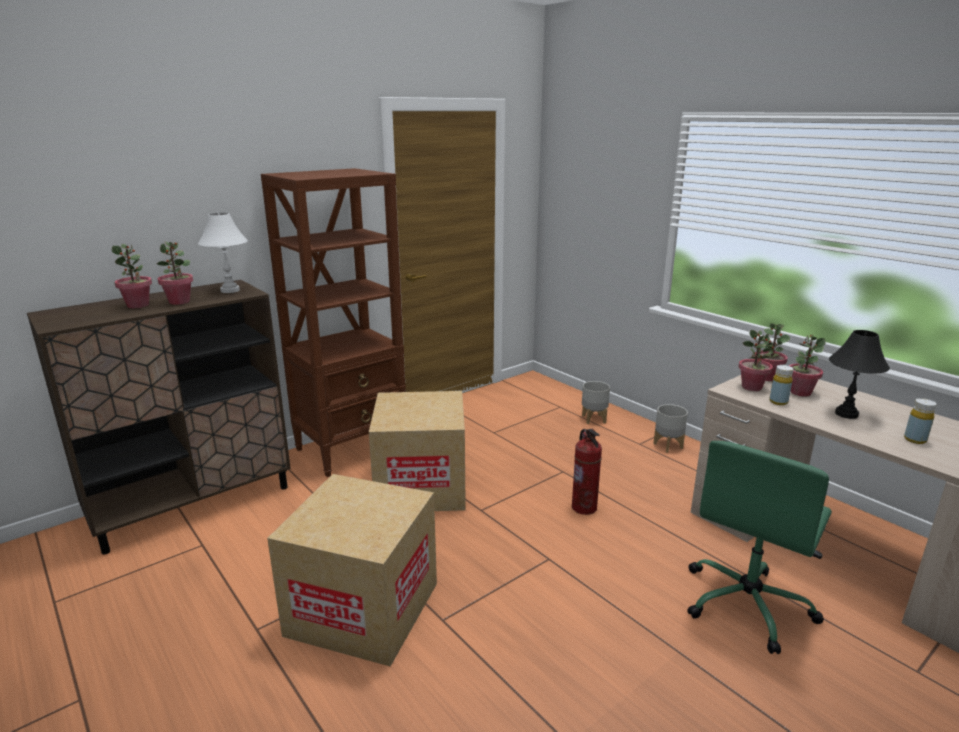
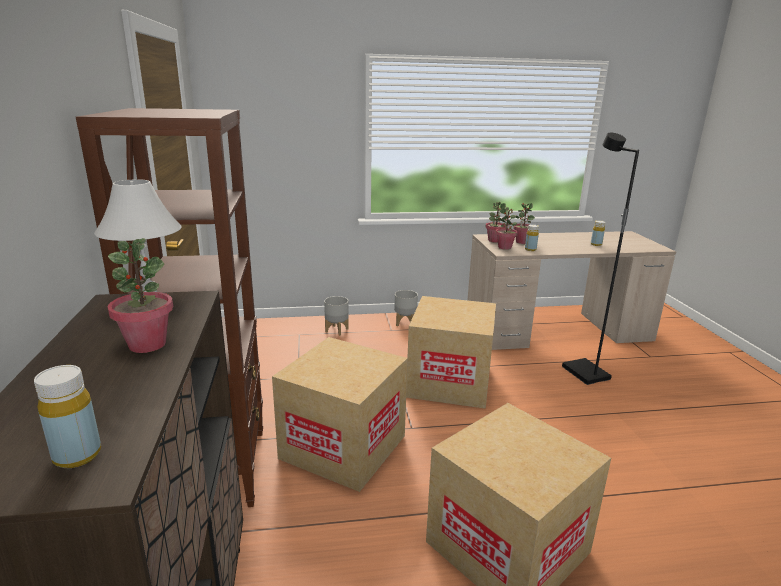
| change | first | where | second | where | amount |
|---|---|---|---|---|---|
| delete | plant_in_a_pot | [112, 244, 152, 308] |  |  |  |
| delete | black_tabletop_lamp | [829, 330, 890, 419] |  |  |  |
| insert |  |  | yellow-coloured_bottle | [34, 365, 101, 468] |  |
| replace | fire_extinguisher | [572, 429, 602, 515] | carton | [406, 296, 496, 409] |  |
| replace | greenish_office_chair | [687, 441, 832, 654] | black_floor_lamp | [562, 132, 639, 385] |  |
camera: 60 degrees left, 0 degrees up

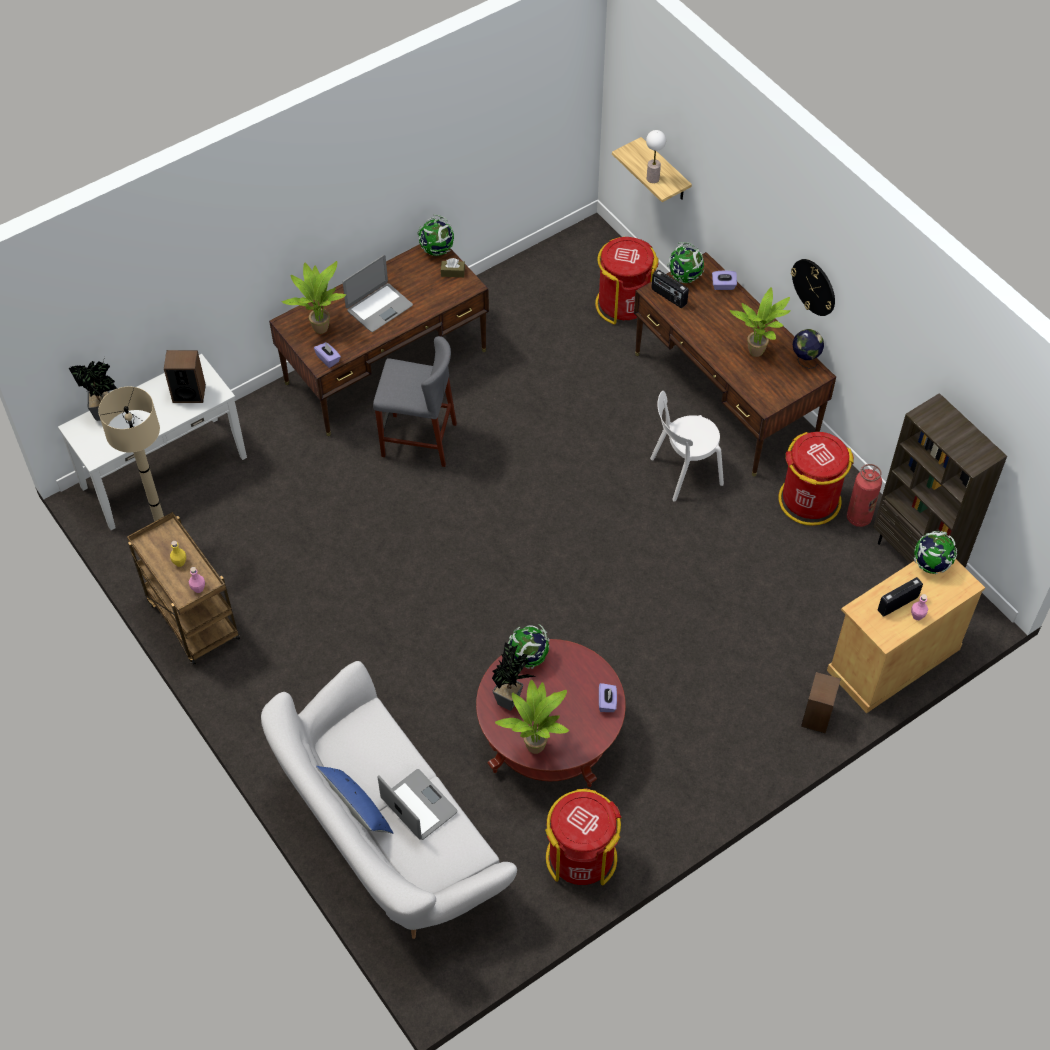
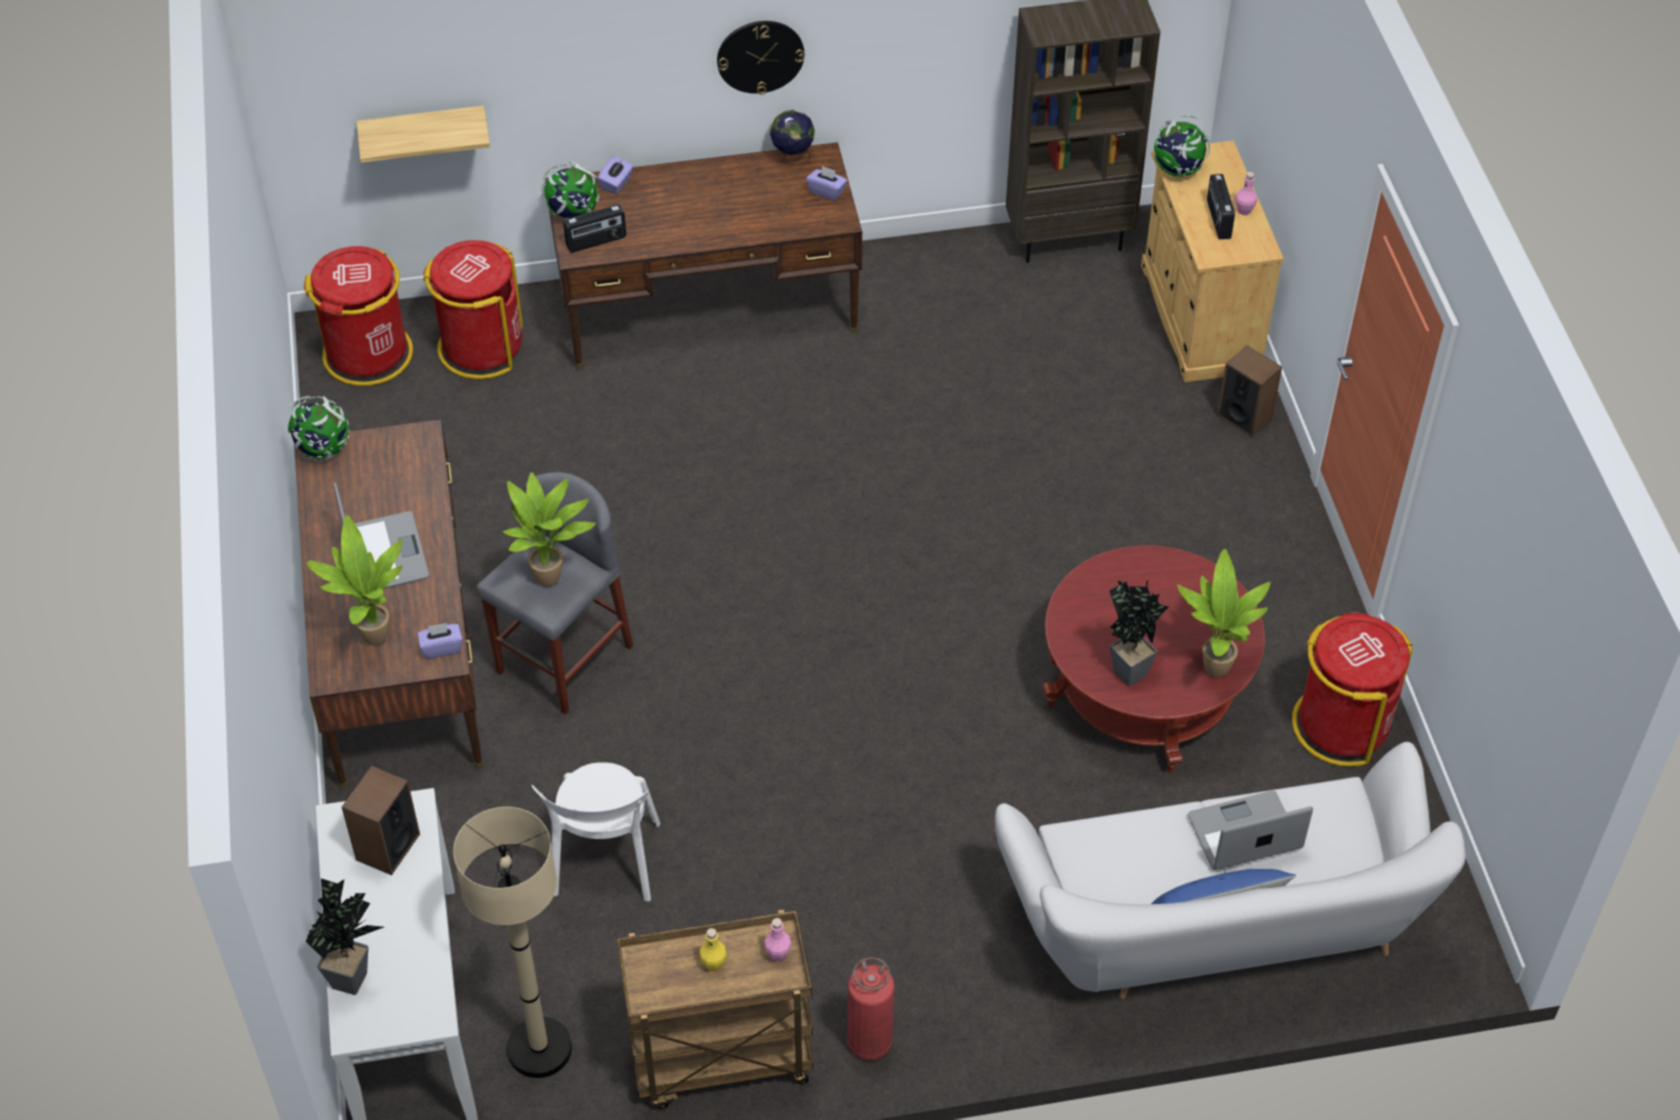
| change | first | where | second | where | amount |
|---|---|---|---|---|---|
| delete | brown-coloured_tissue_holder | [441, 258, 465, 277] |  |  |  |
| delete | globe | [508, 624, 550, 669] |  |  |  |
| delete | tabletop_lamp | [646, 130, 666, 183] |  |  |  |
| move | purple_tissue_holder | [599, 683, 617, 712] |  | [806, 166, 847, 201] |  |
| move | white-coloured_plain_chair | [650, 391, 724, 502] |  | [532, 762, 660, 902] |  |
| move | plant_in_a_pot | [730, 287, 791, 357] |  | [503, 472, 596, 587] |  |
| move | red_waste_bin | [778, 432, 854, 526] |  | [304, 246, 413, 386] |  |
| move | fire_extinguisher | [847, 464, 882, 527] |  | [847, 957, 894, 1060] |  |
camera: 65 degrees left, 5 degrees down

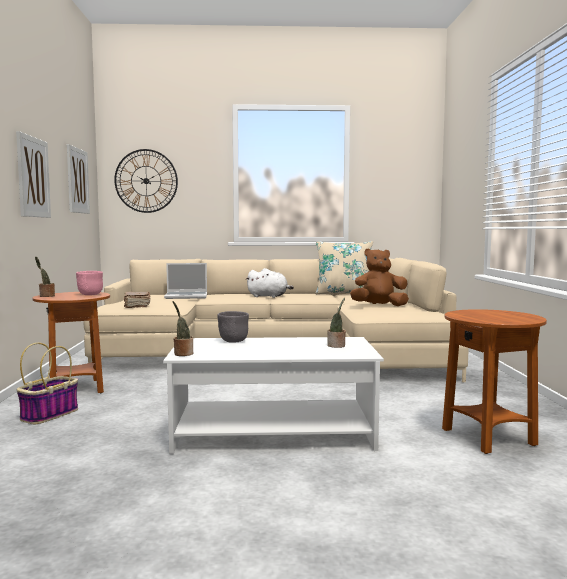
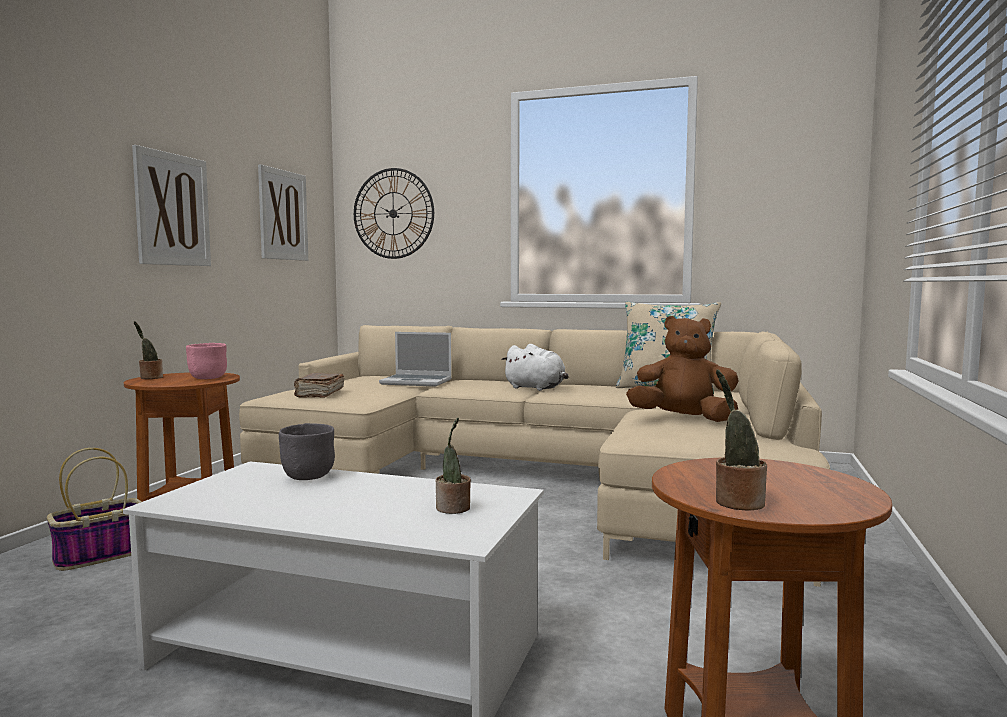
| change | first | where | second | where | amount |
|---|---|---|---|---|---|
| move | plant_in_a_pot | [173, 301, 193, 356] |  | [716, 370, 767, 510] |  |
camera: 20 degrees right, 0 degrees up

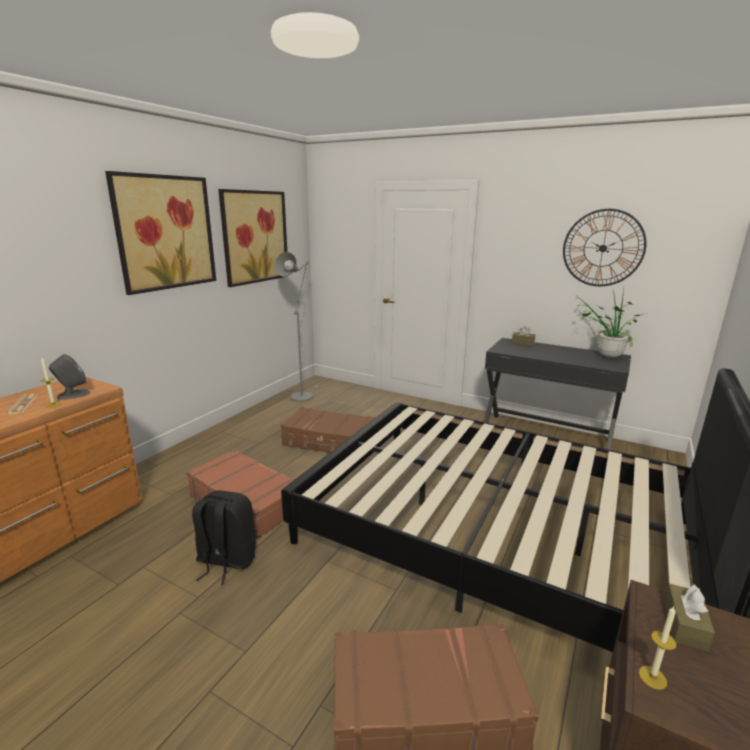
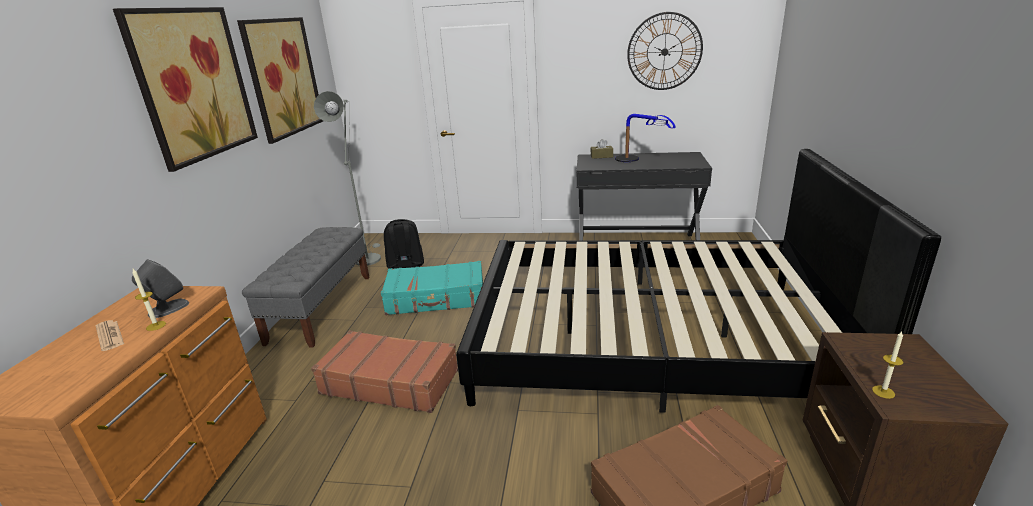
| change | first | where | second | where | amount |
|---|---|---|---|---|---|
| delete | plant_in_a_pot | [574, 290, 643, 358] |  |  |  |
| delete | brown-coloured_tissue_holder | [664, 584, 715, 652] |  |  |  |
| insert |  |  | grey_bench | [242, 227, 370, 348] |  |
| insert |  |  | tabletop_lamp | [615, 114, 675, 162] |  |
| move | black_backpack | [192, 490, 256, 585] |  | [384, 219, 424, 269] |  |
| recolor | brown-coloured_piece_of_luggage | [281, 407, 376, 453] | turquoise-coloured_piece_of_luggage | [381, 261, 483, 315] |  |
camera: 20 degrees left, 5 degrees up

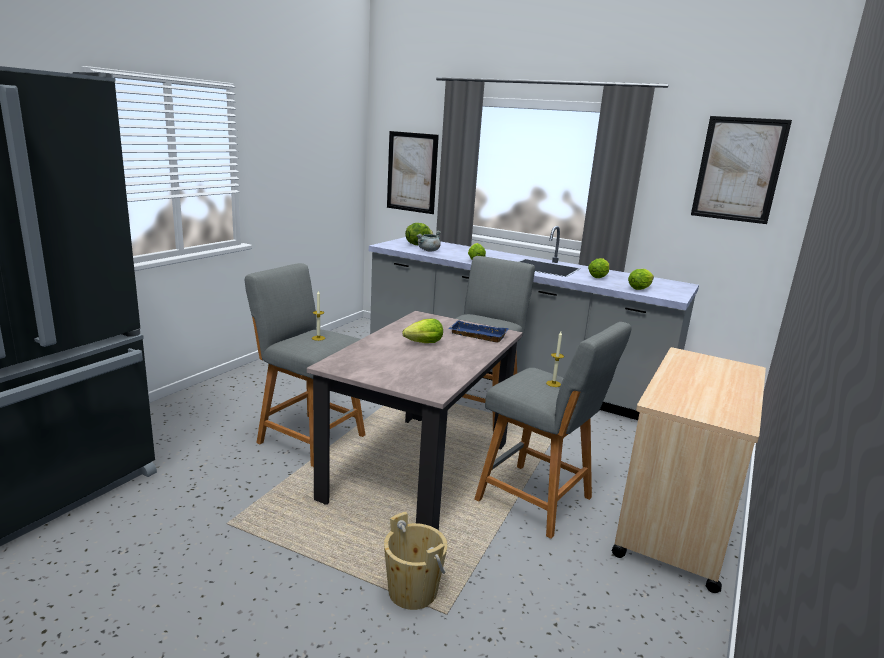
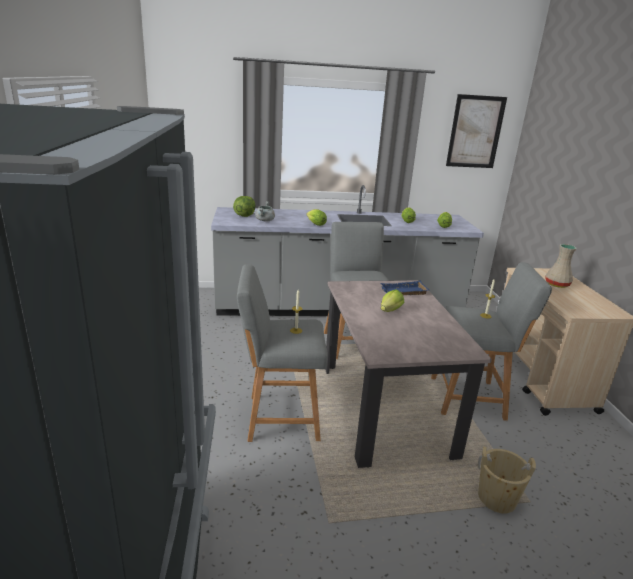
| change | first | where | second | where | amount |
|---|---|---|---|---|---|
| delete | picture | [387, 131, 439, 214] |  |  |  |
| insert |  |  | beige-coloured_decorative_vase | [545, 244, 576, 288] |  |
camera: 35 degrees left, 5 degrees up

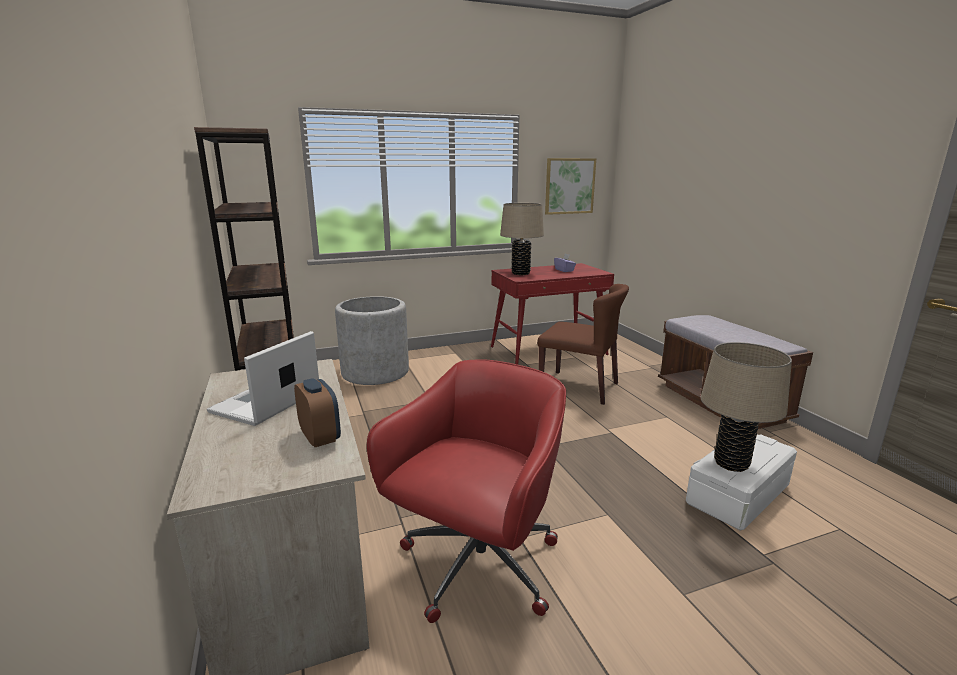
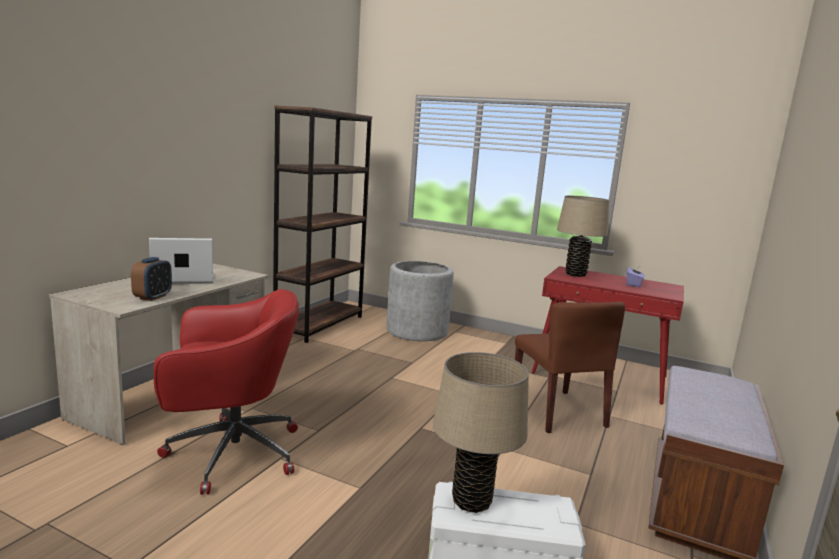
| change | first | where | second | where | amount |
|---|---|---|---|---|---|
| delete | picture | [545, 158, 596, 215] |  |  |  |
camera: 45 degrees right, 5 degrees down

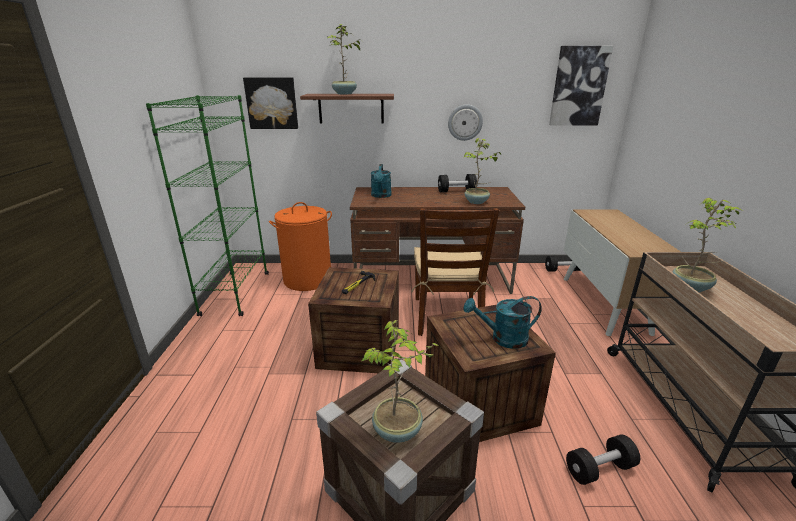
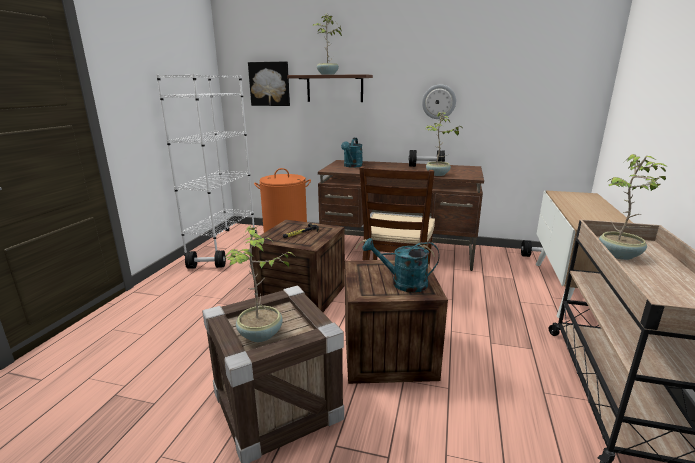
| change | first | where | second | where | amount |
|---|---|---|---|---|---|
| delete | picture | [549, 46, 613, 126] |  |  |  |
| move | black_dumbbell | [566, 434, 640, 485] |  | [185, 250, 226, 269] |  |
| recolor | greenish_shelving_unit | [146, 95, 269, 316] | white-coloured_shelving_unit | [156, 74, 257, 256] |  |
camera: 15 degrees right, 5 degrees down

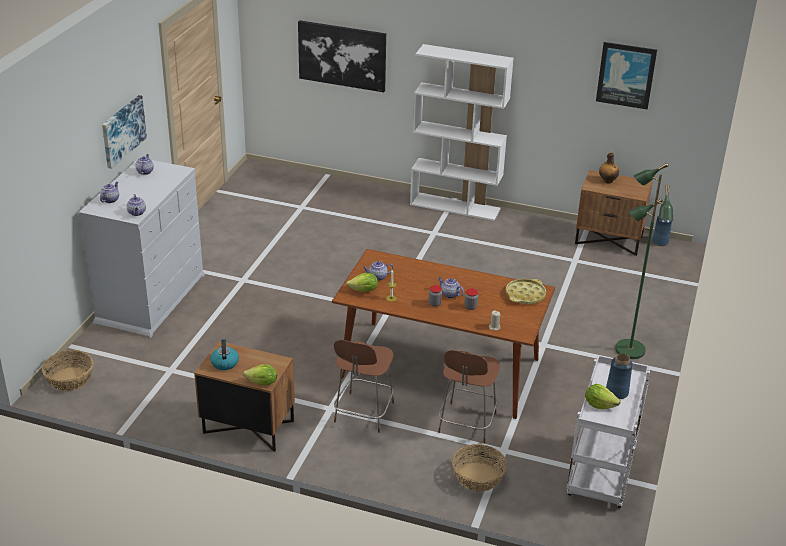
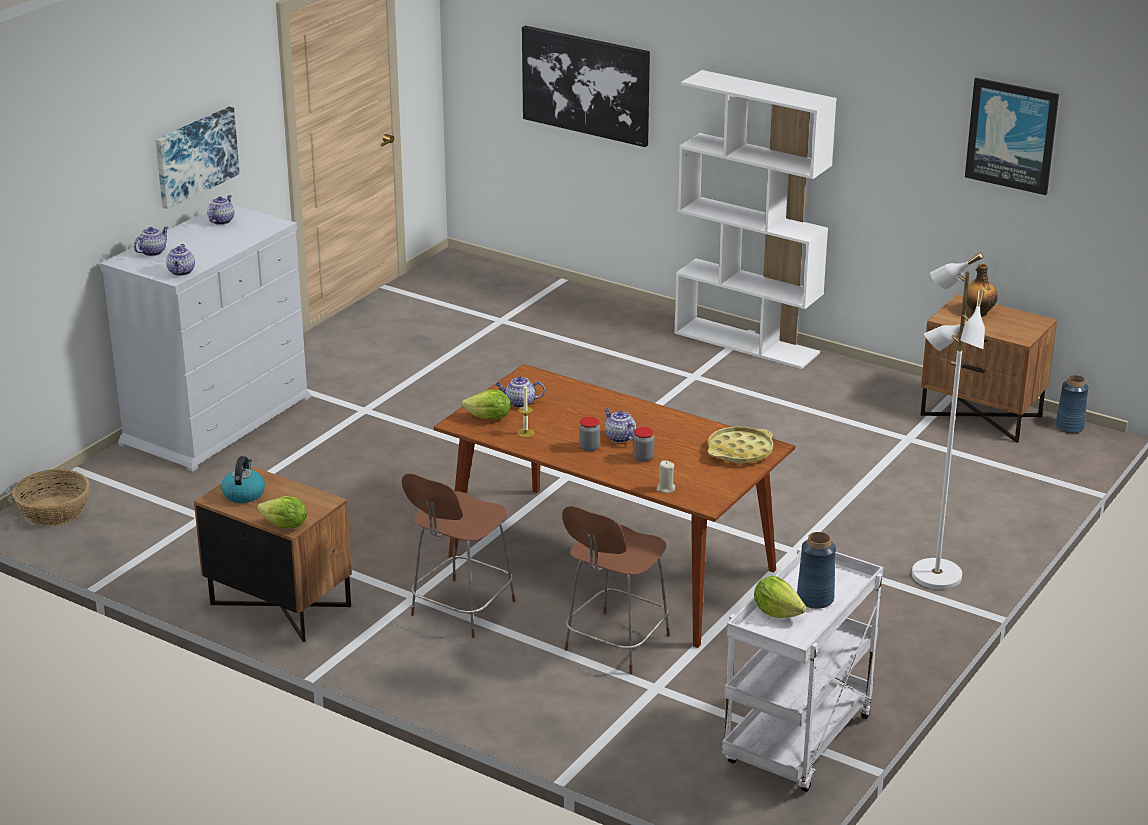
| change | first | where | second | where | amount |
|---|---|---|---|---|---|
| delete | basket | [452, 444, 507, 492] |  |  |  |
| recolor | greenish_floor_lamp | [615, 163, 673, 359] | white-coloured_floor_lamp | [912, 253, 985, 589] |  |
camera: 15 degrees right, 5 degrees down

